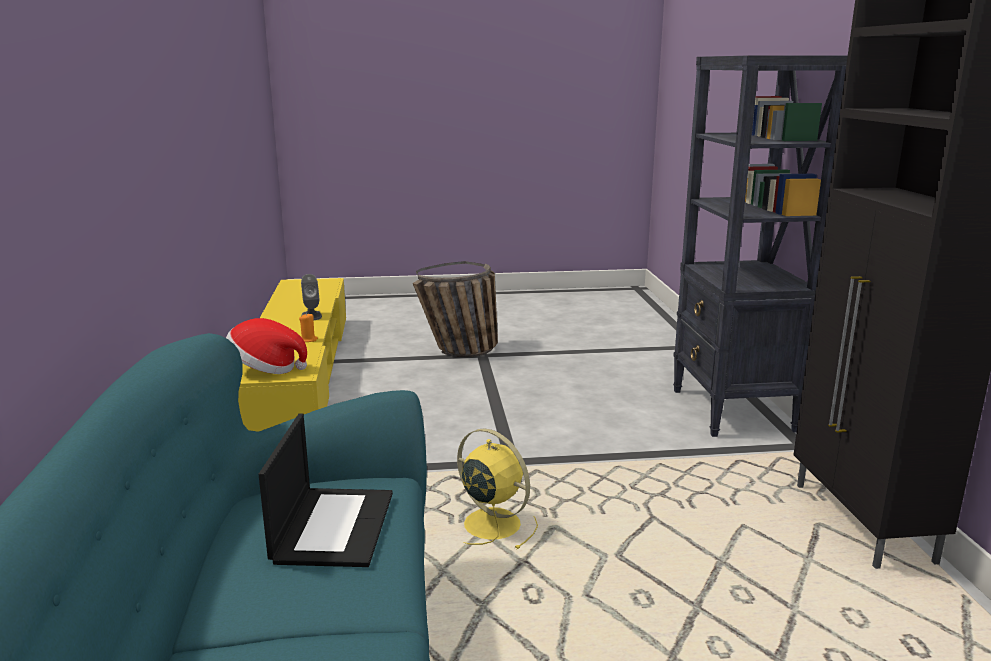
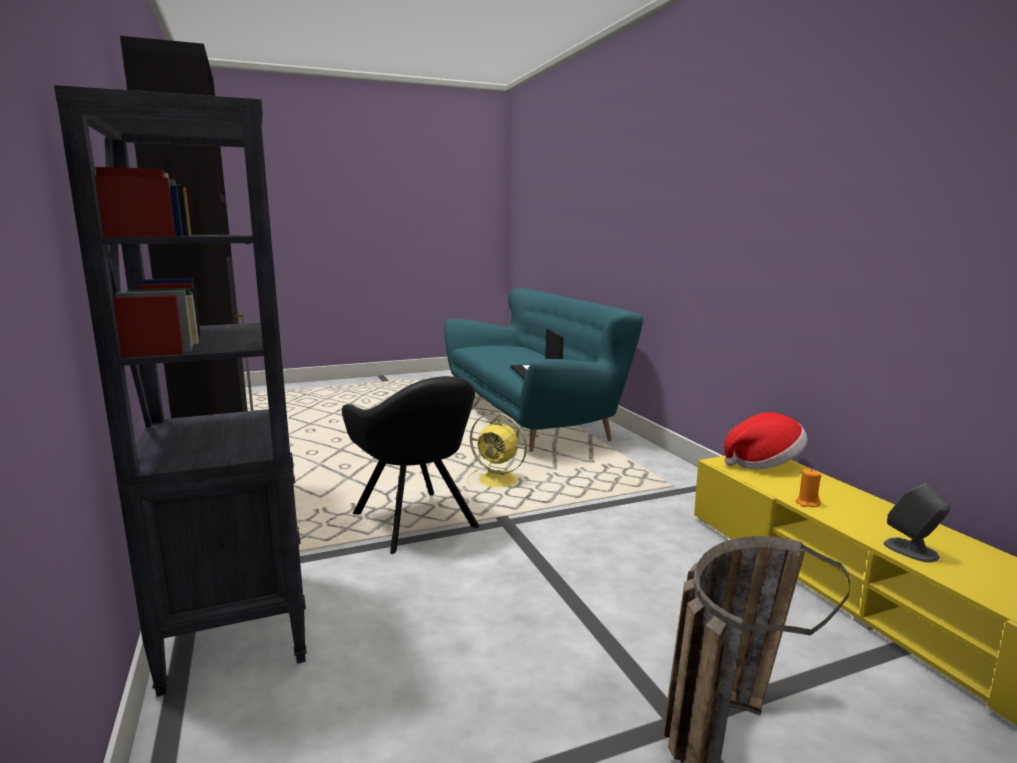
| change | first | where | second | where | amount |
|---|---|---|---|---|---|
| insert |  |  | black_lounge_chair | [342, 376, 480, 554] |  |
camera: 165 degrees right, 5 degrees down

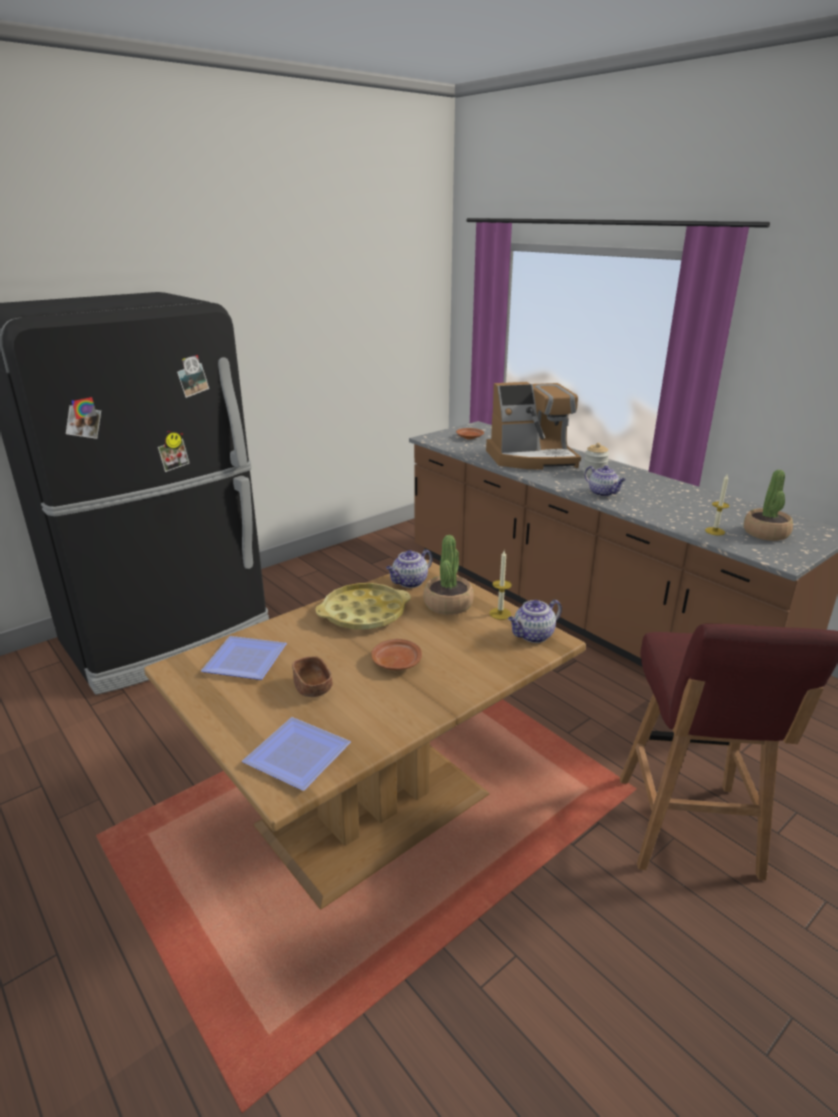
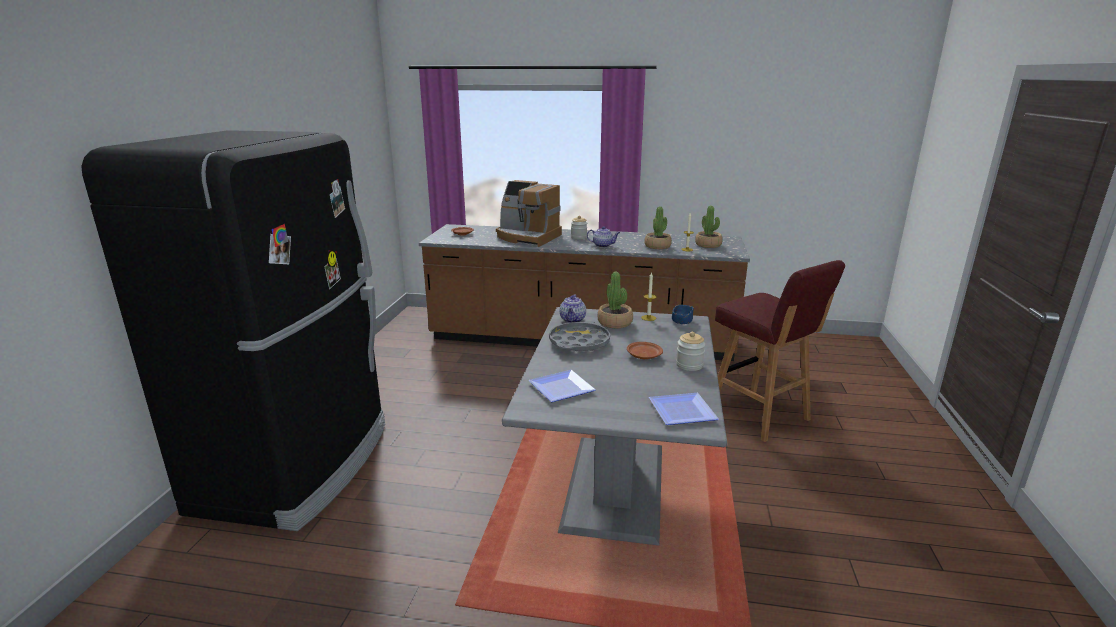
| change | first | where | second | where | amount |
|---|---|---|---|---|---|
| delete | brown-coloured_serving_bowl | [292, 656, 333, 697] |  |  |  |
| insert |  |  | plant_in_a_pot | [644, 207, 672, 249] |  |
| insert |  |  | preserve_jar | [676, 332, 705, 371] |  |
| replace | teapot | [508, 600, 562, 643] | bluish_serving_bowl | [672, 305, 694, 324] |  |
| recolor | brown-coloured_kitchen_table | [144, 560, 586, 910] | grey_kitchen_table | [502, 307, 727, 546] |  |
| recolor | yellow-coloured_serving_tray | [315, 583, 411, 630] | grey_serving_tray | [549, 321, 610, 351] |  |
| rotate | coffee_maker | [486, 382, 581, 470] |  | [496, 180, 562, 247] | 75 degrees clockwise |
camera: 40 degrees left, 5 degrees down

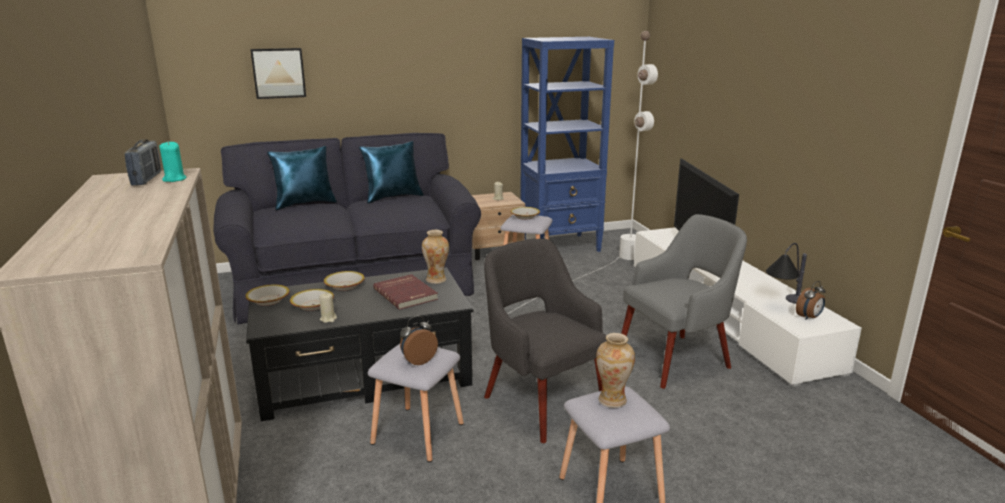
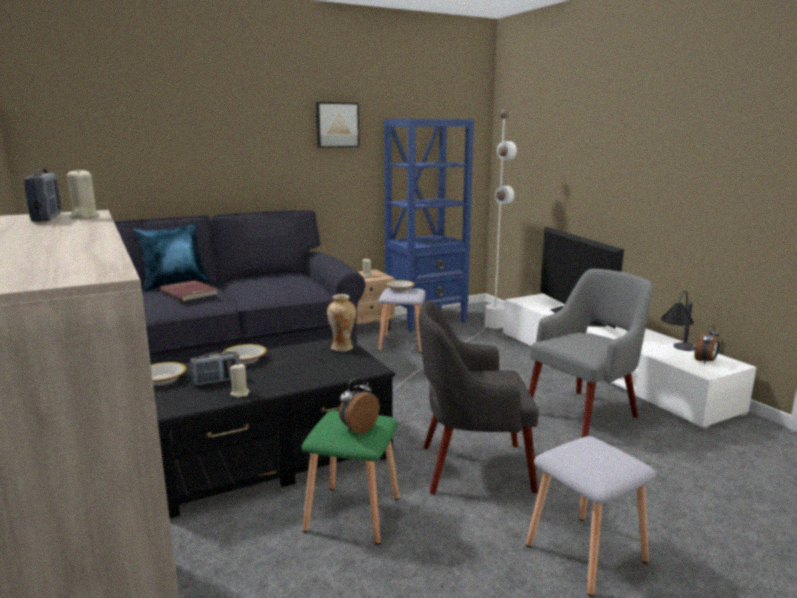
| change | first | where | second | where | amount |
|---|---|---|---|---|---|
| delete | bluish_throw_pillow | [359, 141, 424, 204] |  |  |  |
| delete | decorative_vase | [596, 333, 635, 408] |  |  |  |
| move | picture | [250, 48, 306, 99] |  | [316, 102, 360, 148] |  |
| move | red_volume | [373, 274, 438, 310] |  | [160, 280, 218, 302] |  |
| replace | serving_bowl | [290, 289, 334, 311] | radio | [190, 351, 240, 386] |  |
| recolor | turquoise-coloured_wax_candle | [159, 142, 186, 182] | beige-coloured_wax_candle | [67, 168, 99, 219] |  |
| recolor | grey_stool_seat | [368, 344, 464, 462] | greenish_stool_seat | [302, 410, 399, 545] |  |
| rotate | grey_lounge_chair | [484, 239, 607, 443] |  | [419, 300, 539, 495] | 45 degrees counterclockwise |
camera: 10 degrees left, 5 degrees down

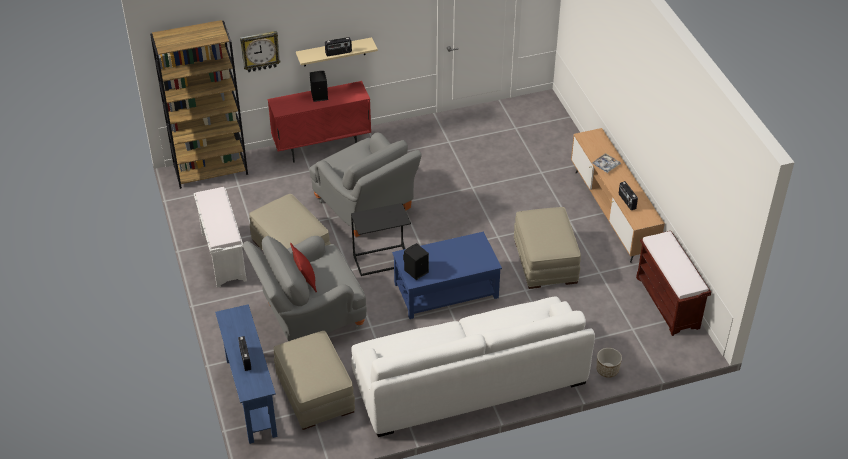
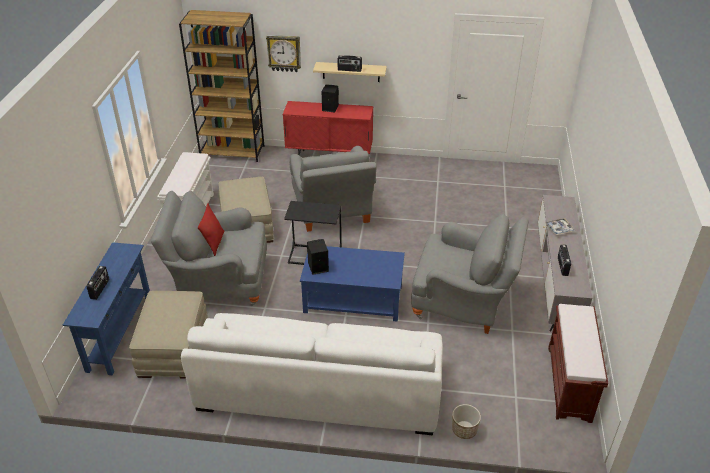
| change | first | where | second | where | amount |
|---|---|---|---|---|---|
| replace | beige-coloured_footrest | [514, 207, 581, 289] | grey_lounge_chair | [411, 214, 529, 334] |  |
| recolor | brown-coloured_media_console | [571, 128, 665, 263] | grey_media_console | [538, 195, 592, 332] |  |
camera: 25 degrees right, 5 degrees down

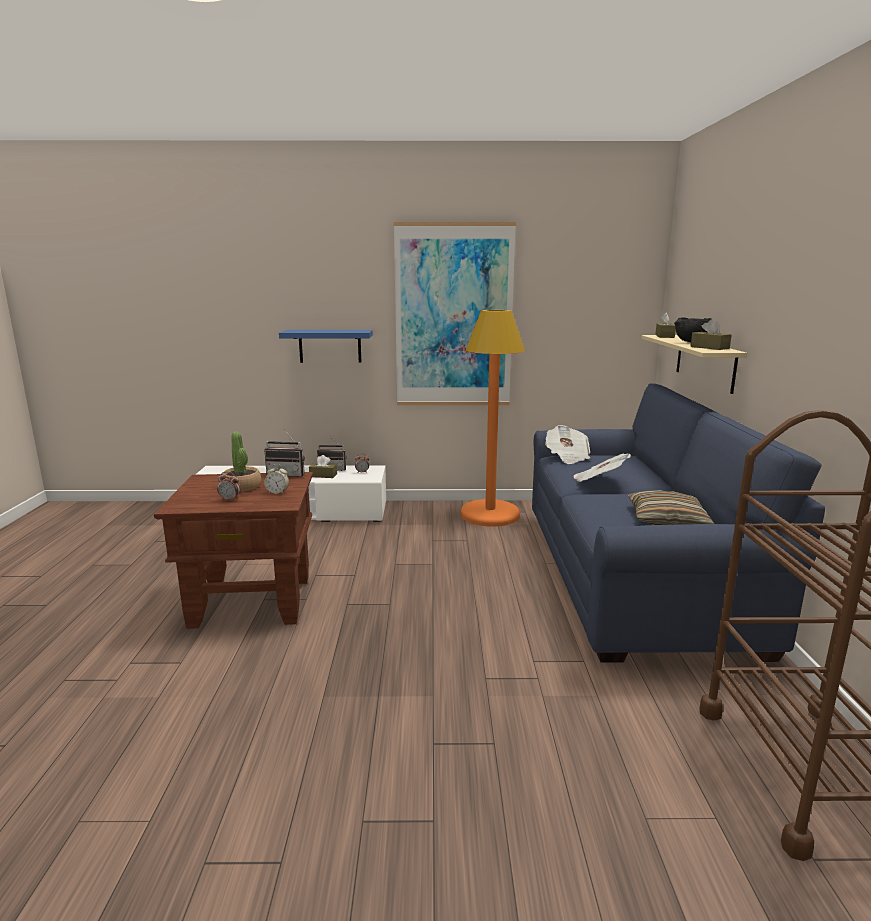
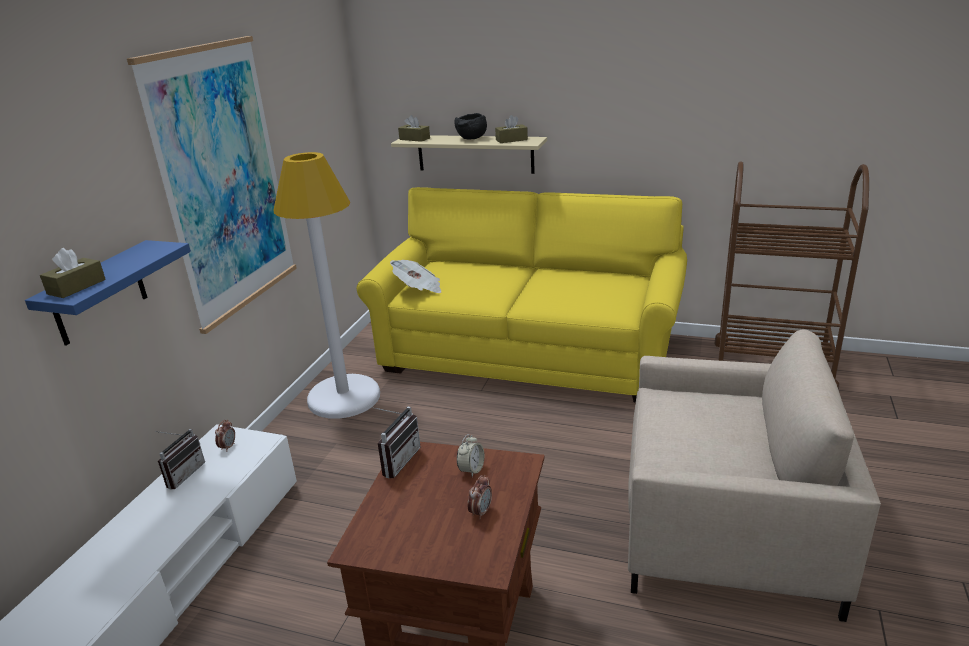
| change | first | where | second | where | amount |
|---|---|---|---|---|---|
| delete | plant_in_a_pot | [222, 432, 261, 492] |  |  |  |
| delete | daily_paper | [573, 454, 631, 482] |  |  |  |
| delete | throw_pillow | [628, 490, 714, 525] |  |  |  |
| insert |  |  | beige-coloured_lounge_chair | [628, 329, 881, 622] |  |
| move | brown-coloured_tissue_holder | [309, 455, 337, 478] |  | [40, 248, 106, 298] |  |
| recolor | orangey_floor_lamp | [461, 310, 525, 527] | white-coloured_floor_lamp | [273, 152, 380, 419] |  |
| recolor | bluish_couch | [532, 383, 825, 663] | yellow-coloured_couch | [357, 187, 687, 402] |  |
camera: 70 degrees left, 10 degrees up

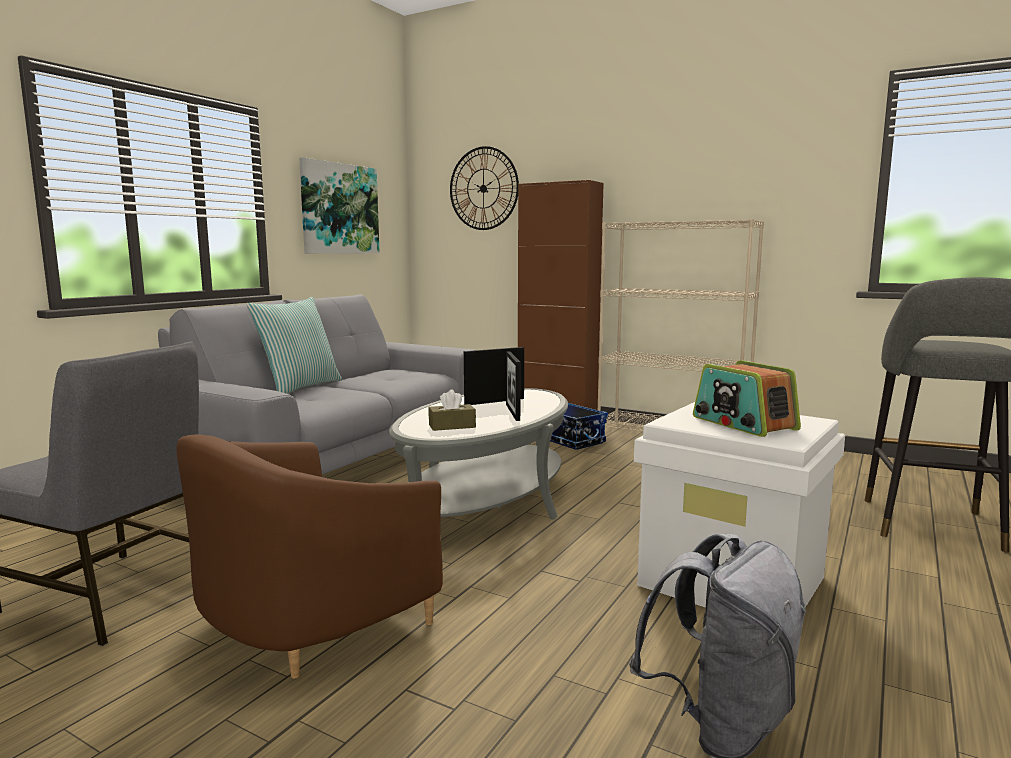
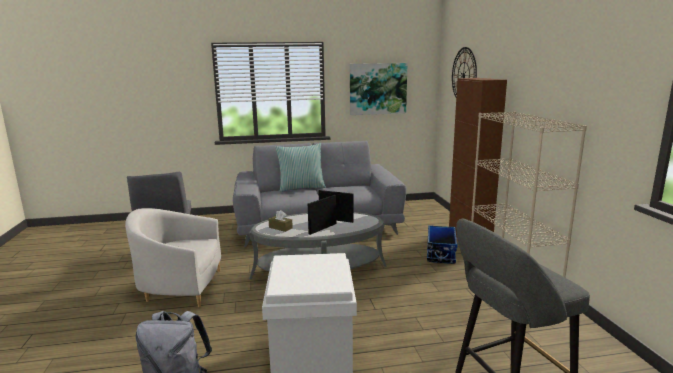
| change | first | where | second | where | amount |
|---|---|---|---|---|---|
| delete | radio | [693, 360, 801, 437] |  |  |  |
| recolor | brown-coloured_lounge_chair | [176, 434, 443, 679] | white-coloured_lounge_chair | [125, 208, 221, 307] |  |
camera: 50 degrees right, 5 degrees up

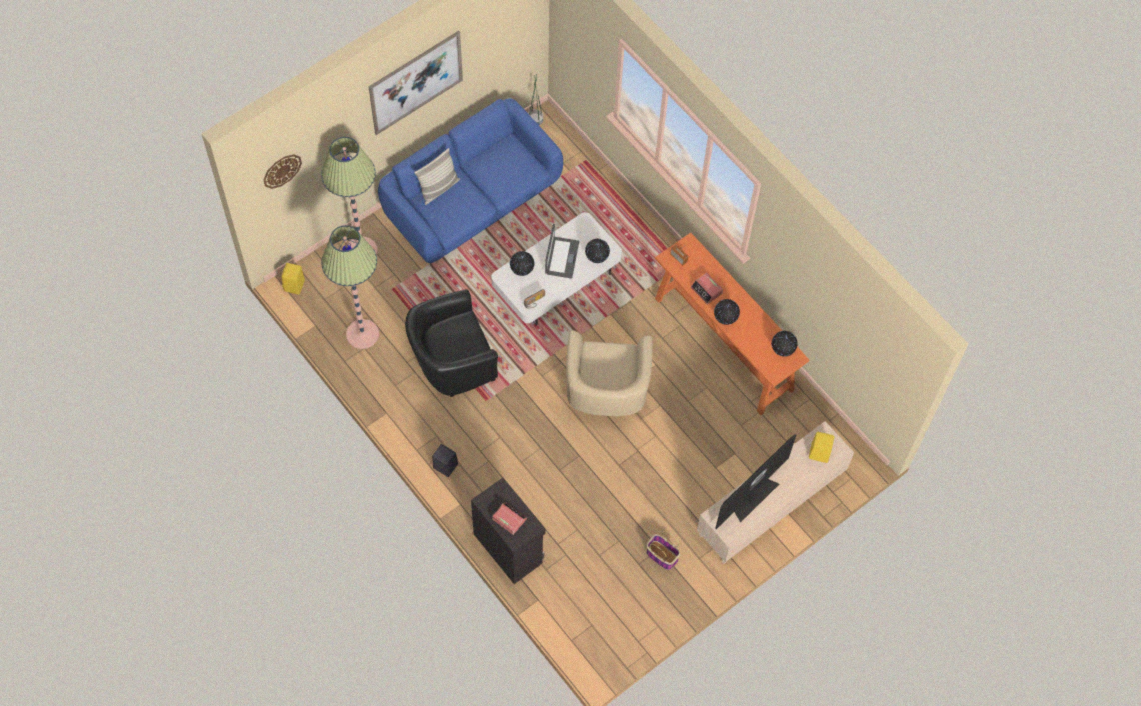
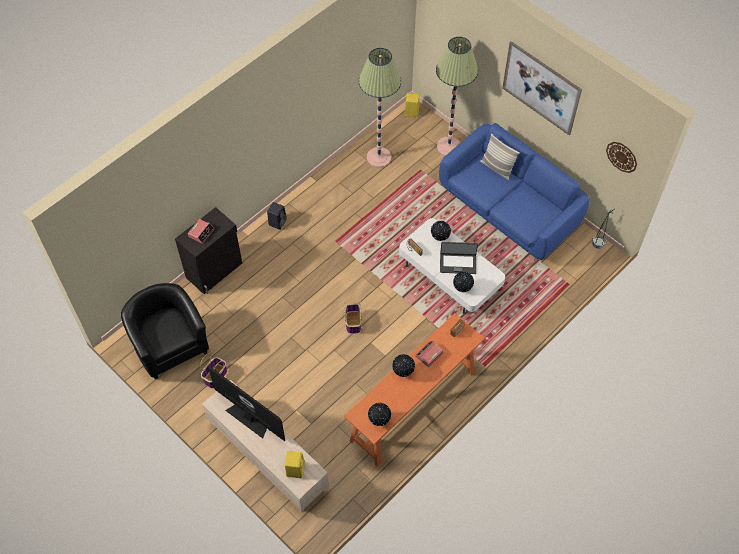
| change | first | where | second | where | amount |
|---|---|---|---|---|---|
| move | hanging_clock | [264, 154, 302, 189] |  | [606, 142, 637, 173] |  |
| move | black_lounge_chair | [405, 289, 498, 397] |  | [121, 283, 209, 380] |  |
| replace | beige-coloured_lounge_chair | [566, 330, 653, 416] | basket | [344, 301, 362, 334] |  |
camera: 85 degrees right, 5 degrees down

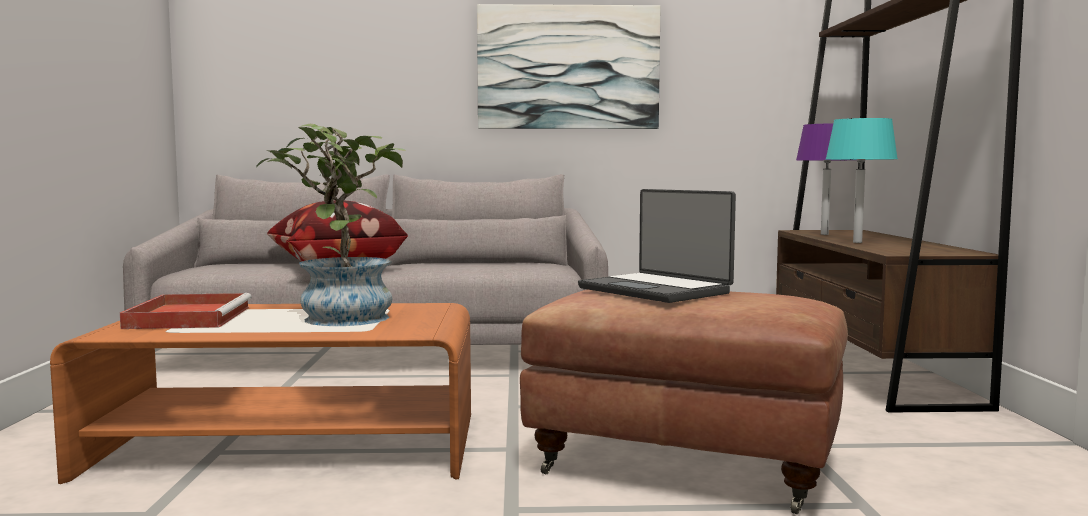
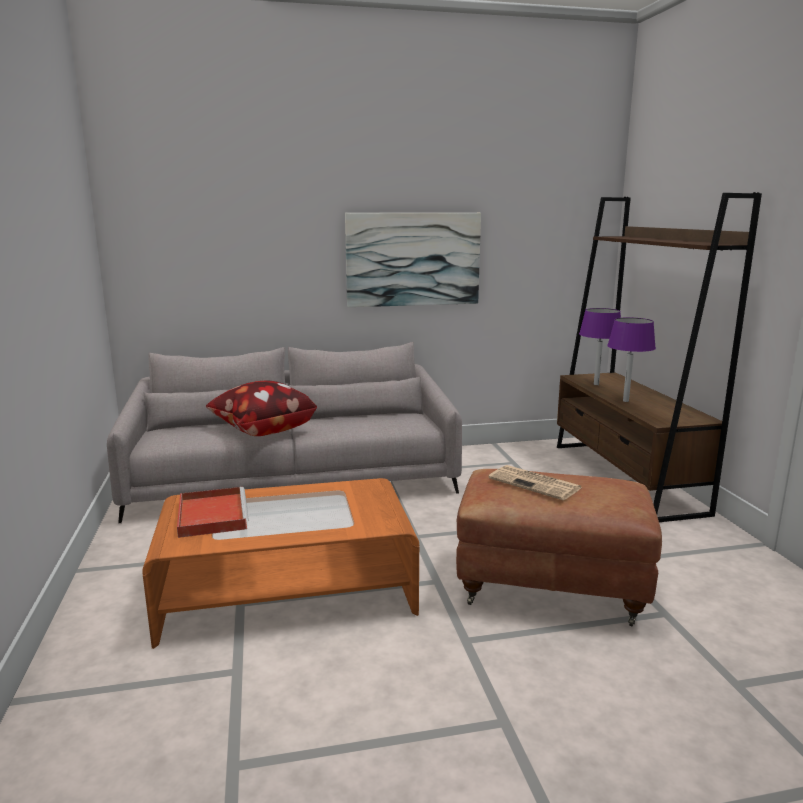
| change | first | where | second | where | amount |
|---|---|---|---|---|---|
| delete | plant_in_a_pot | [256, 124, 406, 326] |  |  |  |
| replace | notebook_computer | [578, 189, 736, 303] | daily_paper | [488, 465, 582, 500] |  |
| recolor | turquoise-coloured_tabletop_lamp | [826, 118, 898, 243] | purple_tabletop_lamp | [607, 317, 656, 402] |  |
camera: 10 degrees left, 10 degrees up

